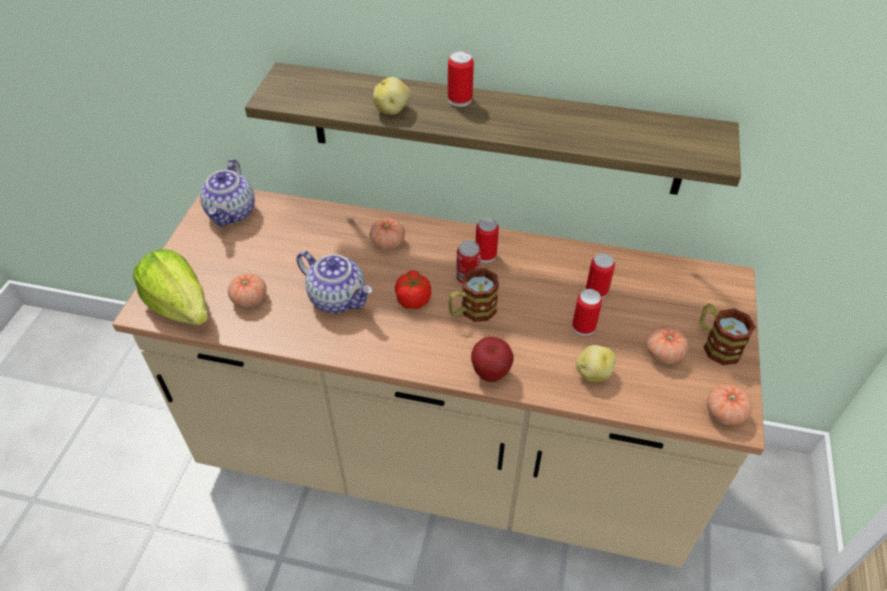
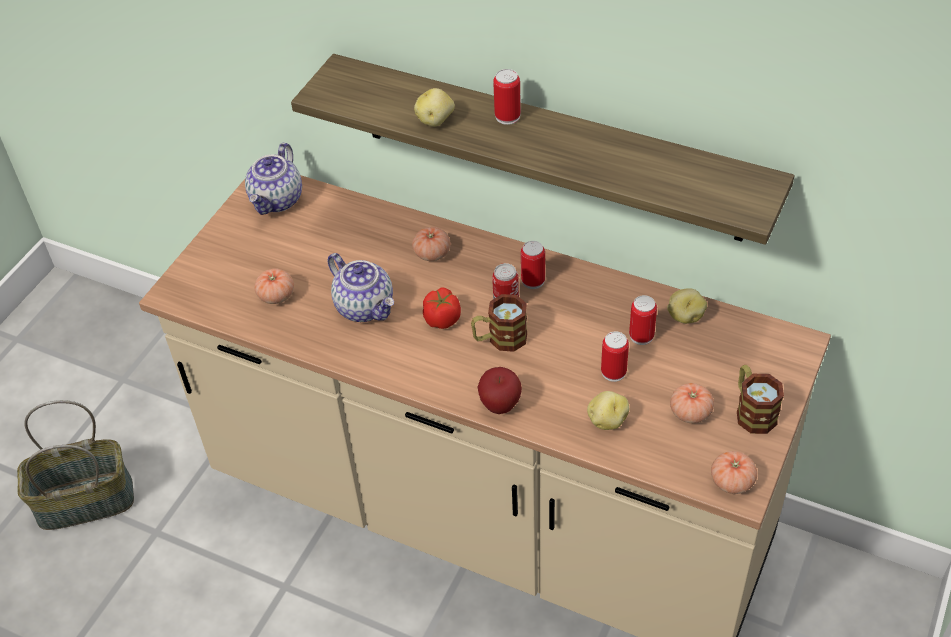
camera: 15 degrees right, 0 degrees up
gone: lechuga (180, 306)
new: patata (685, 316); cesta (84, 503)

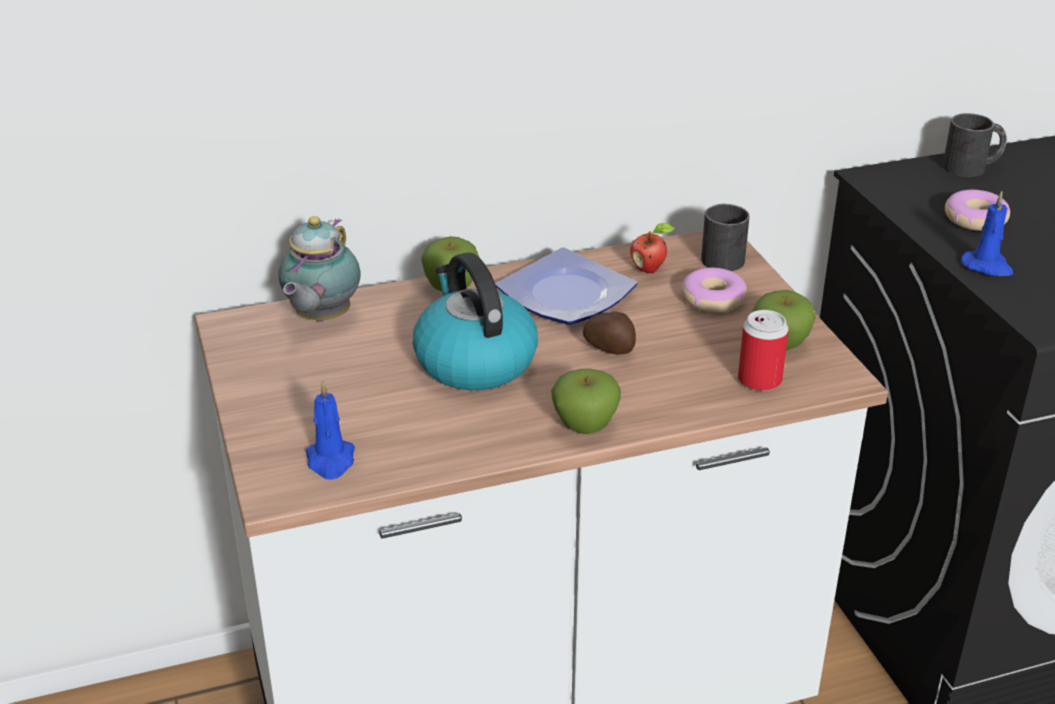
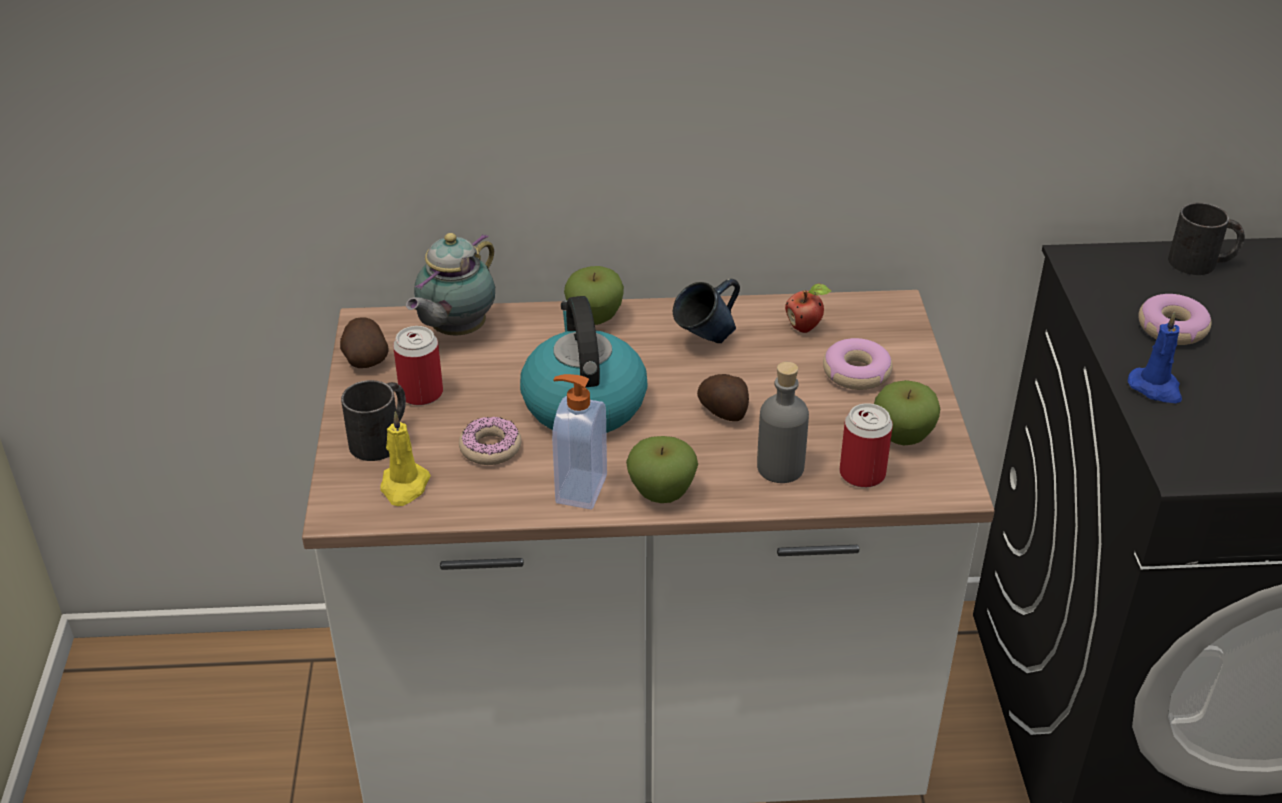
camera: 15 degrees right, 5 degrees up
new: patata (365, 359); lata (421, 393); botella [gris] (780, 467); dispensador de jabón (579, 489); rosquilla (490, 448)
shifted: taza grande [negro] (725, 255) to (382, 438)
swapped: plato (565, 293) to taza grande [azul] (706, 342)
repainted: vela [azul] (331, 461) to vela [amarillo] (404, 486)

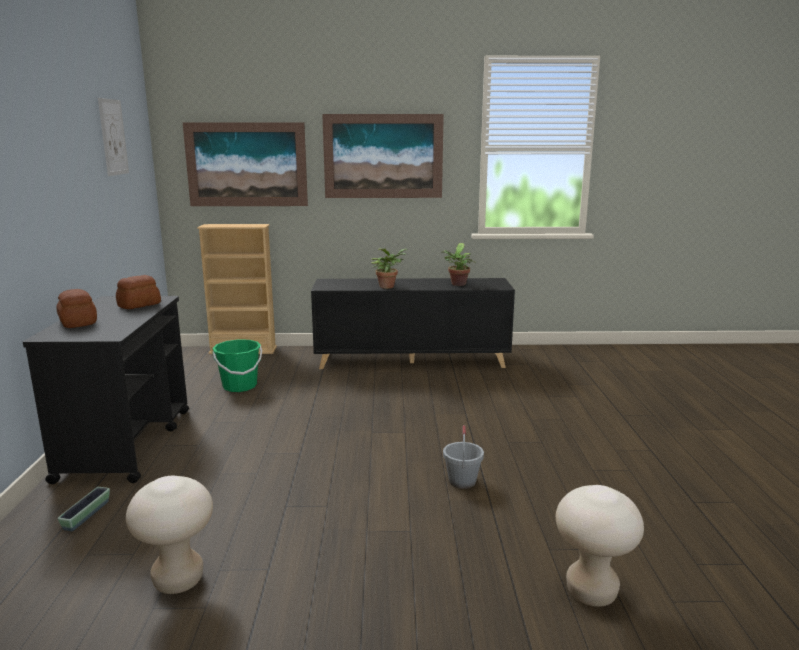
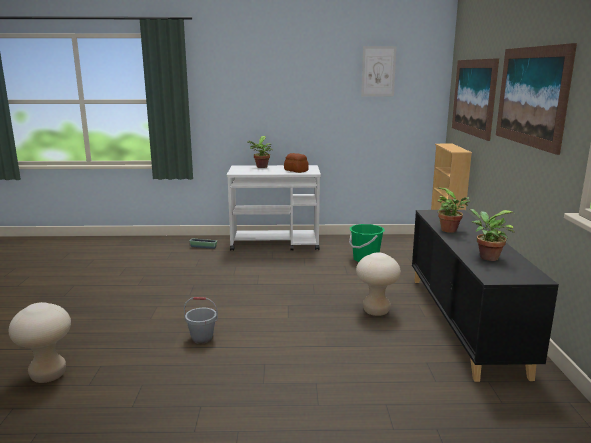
camera: 90 degrees right, 0 degrees up
shifted: taburete [beis] (178, 581) to (376, 311)
swapped: pan (77, 322) to planta en maceta (261, 167)
repainted: carrito [negro] (127, 443) to carrito [blanco] (275, 243)

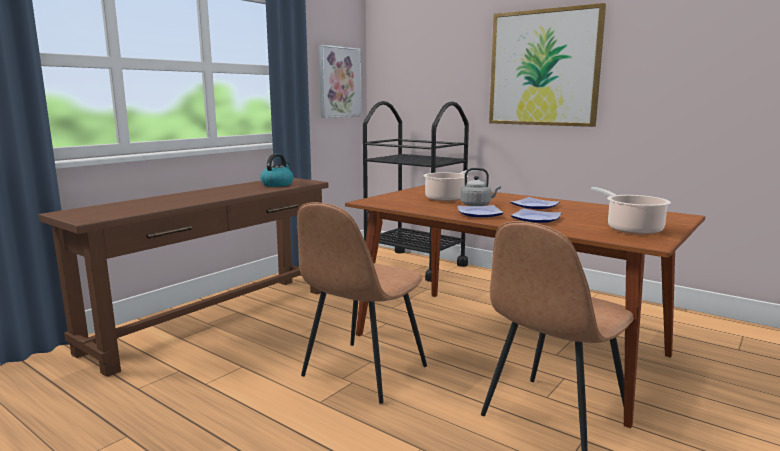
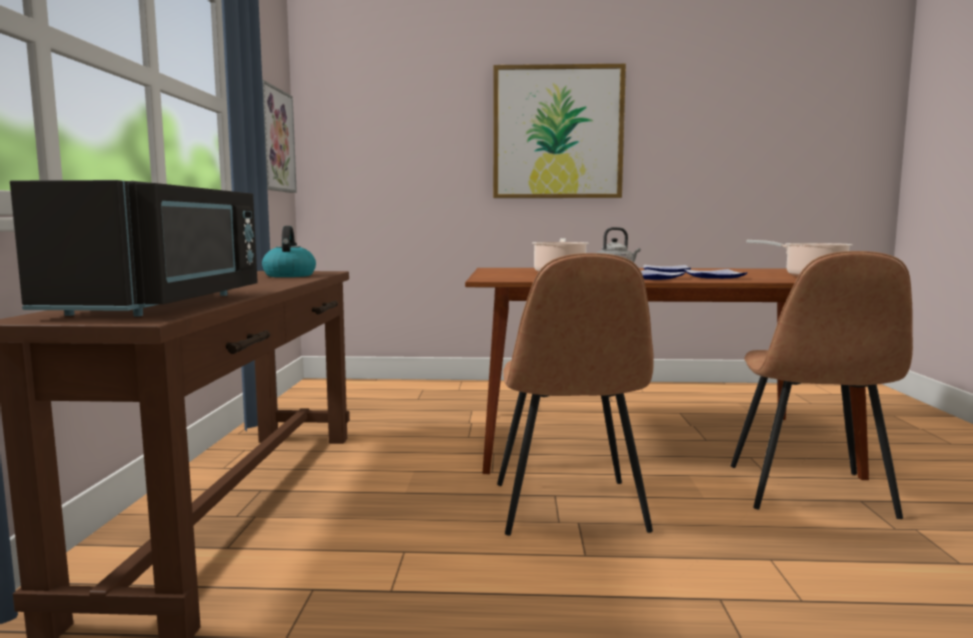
camera: 35 degrees left, 5 degrees down
gone: carrito [negro] (414, 265)
new: microondas [negro] (165, 304)

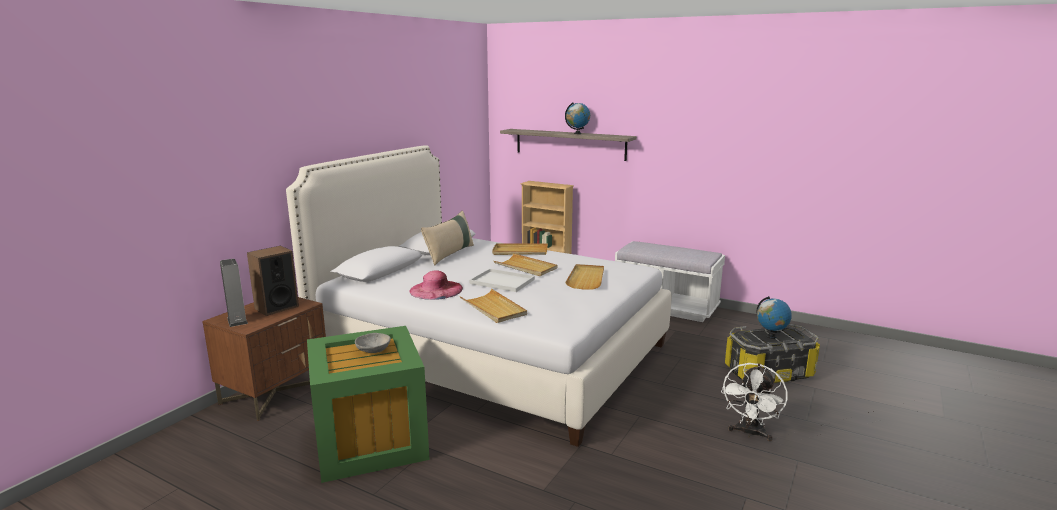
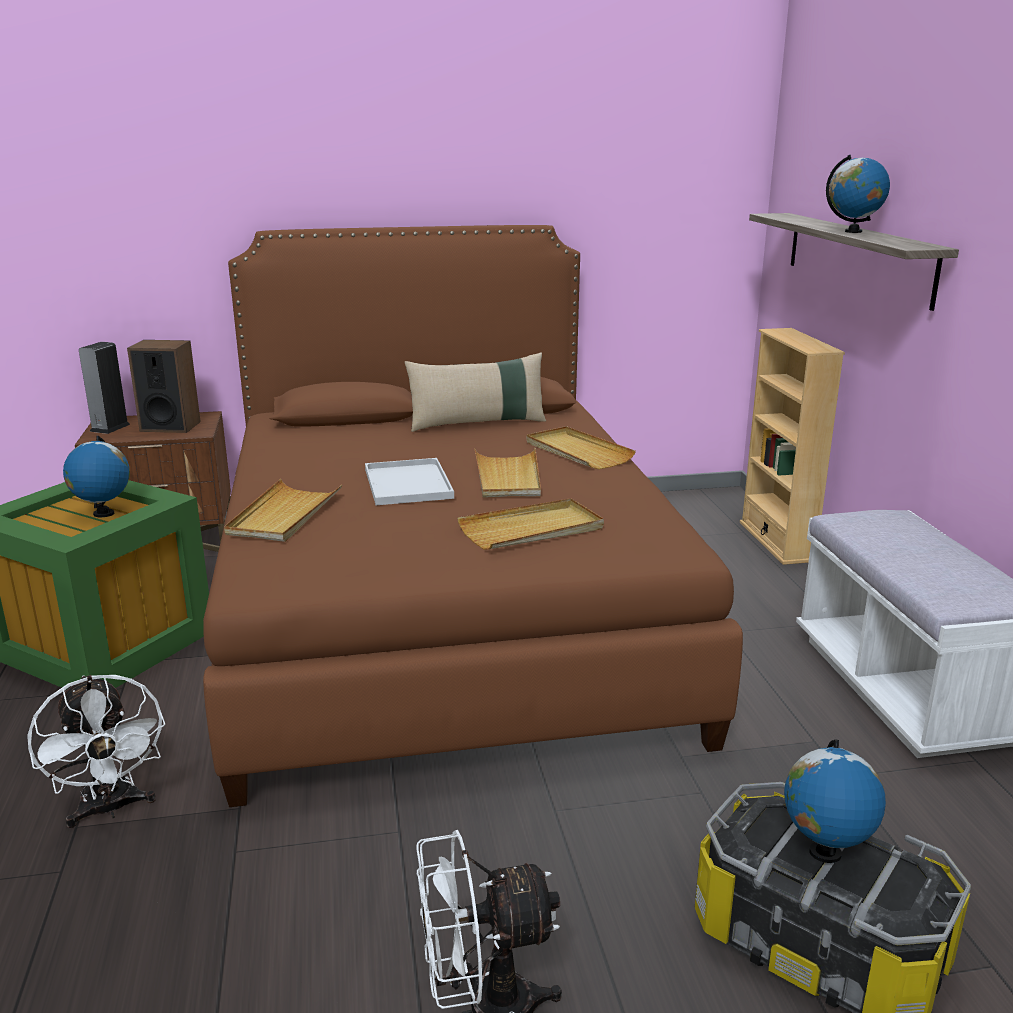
camera: 50 degrees right, 5 degrees up
gone: sombrero [rosa] (436, 289)
new: ventilador [blanco] (111, 809)
swapped: cuenco [gris] (373, 351) to globo terráqueo (103, 514)
repainted: cama [blanco] (490, 352) to cama [marrón] (442, 611)

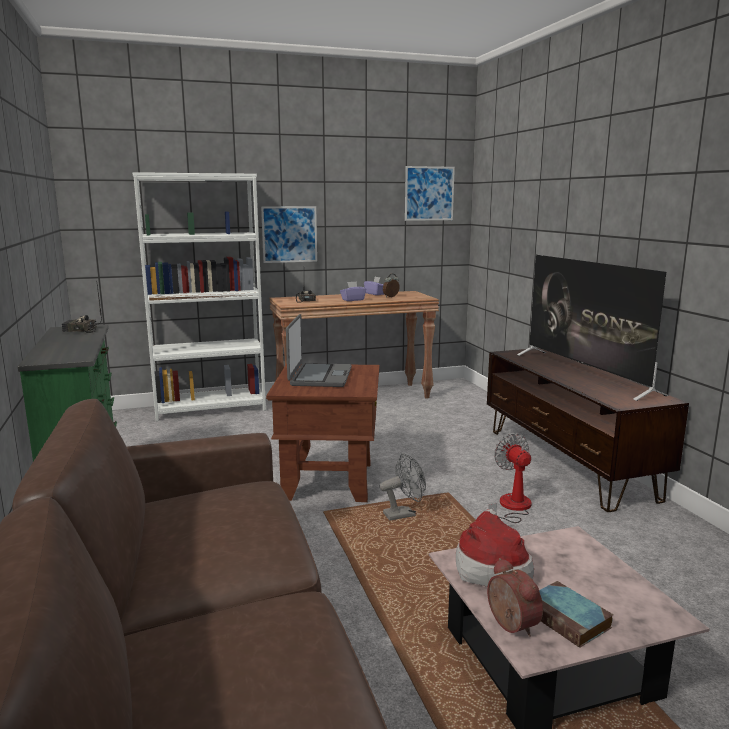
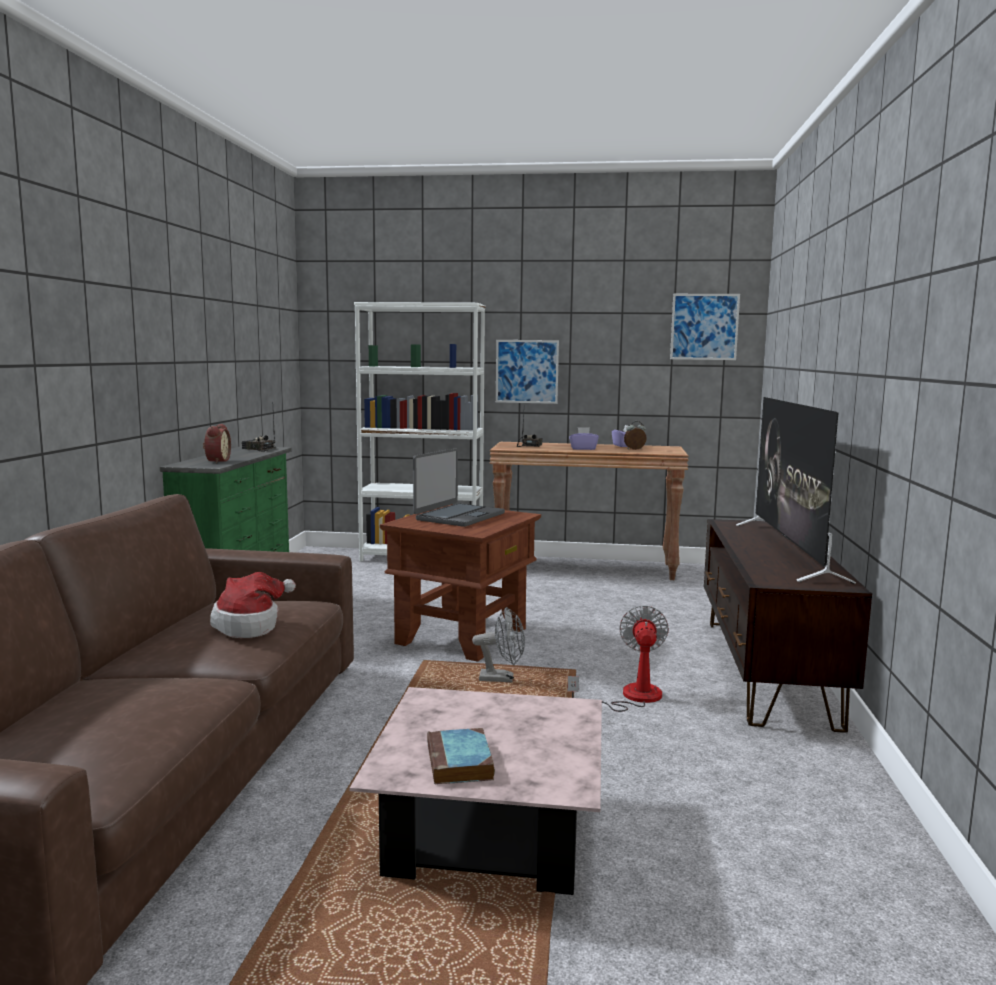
camera: 25 degrees right, 5 degrees down
shifted: sombrero (491, 568) to (251, 625); despertador (509, 625) to (216, 461)

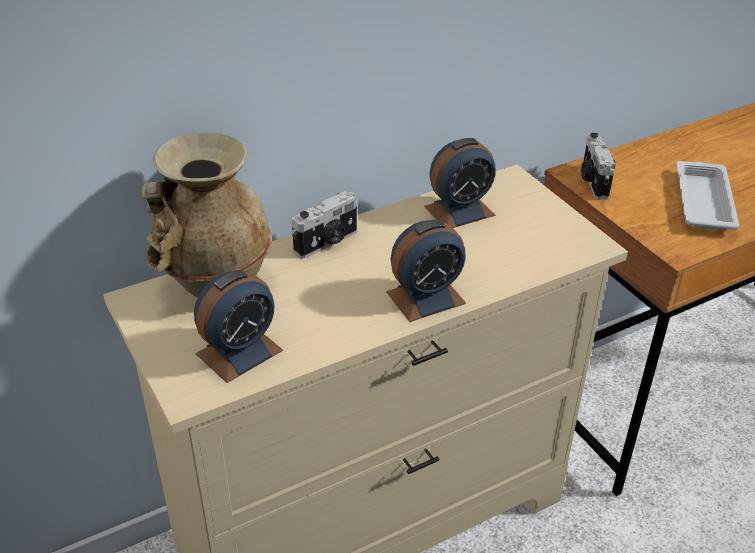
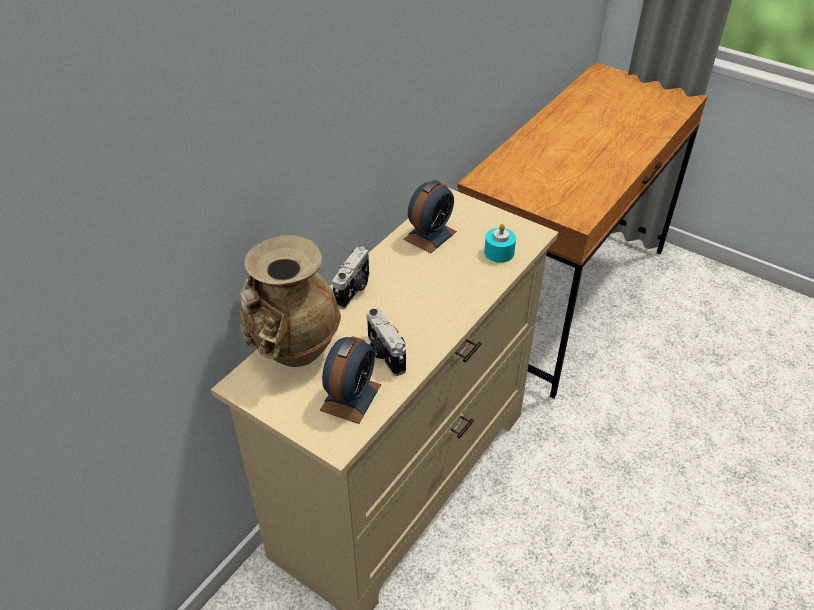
camera: 25 degrees left, 5 degrees up
gone: bandeja [blanco] (703, 201); despertador (425, 297)
new: vela [turquesa] (499, 252)
shifted: cámara (593, 182) to (384, 354)

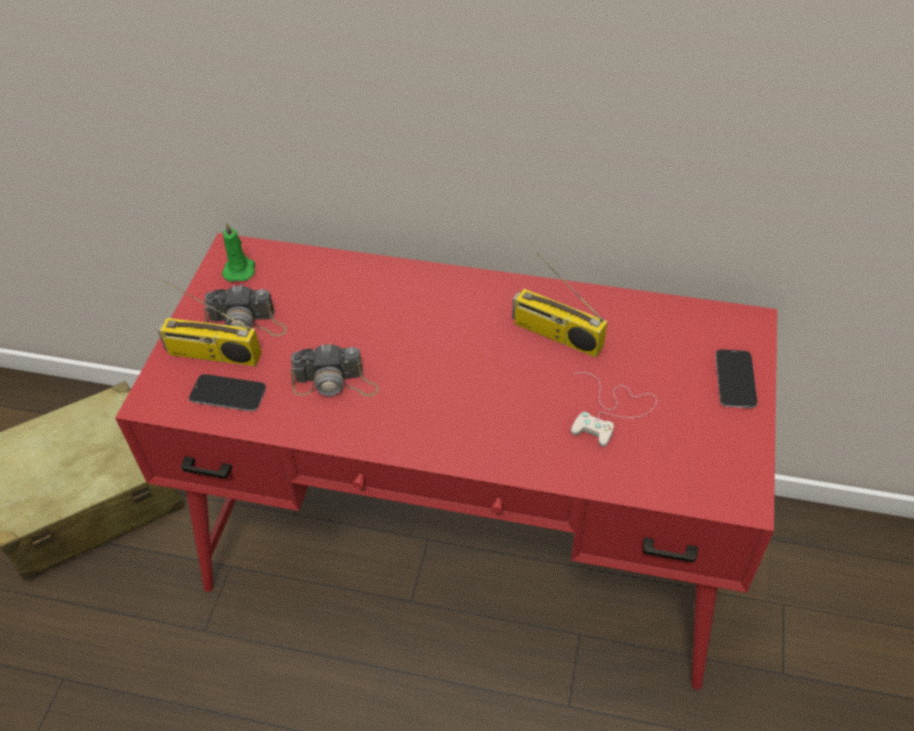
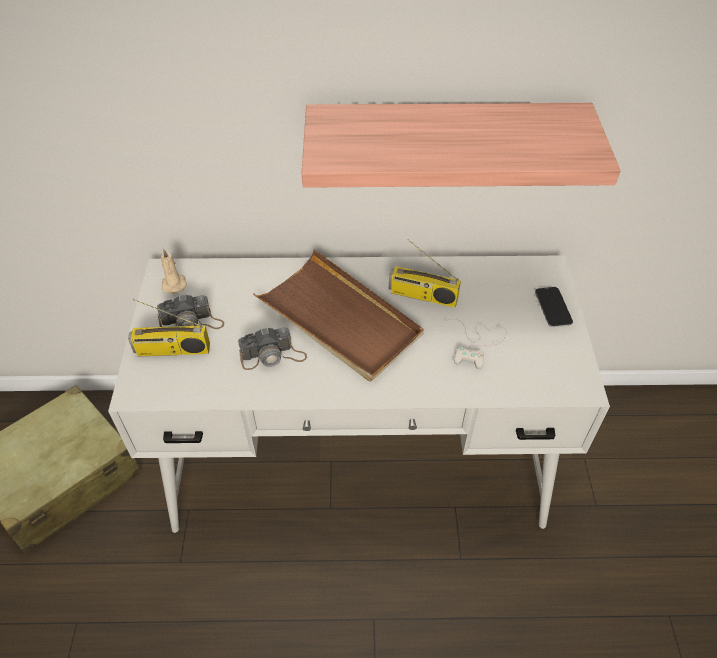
camera: 15 degrees left, 0 degrees up
gone: móvil (228, 394)
new: estante (445, 142); bandeja [marrón] (339, 319)
repainted: vela [verde] (240, 269) to vela [beis] (174, 283); escritorio [rojo] (466, 543) to escritorio [blanco] (359, 459)

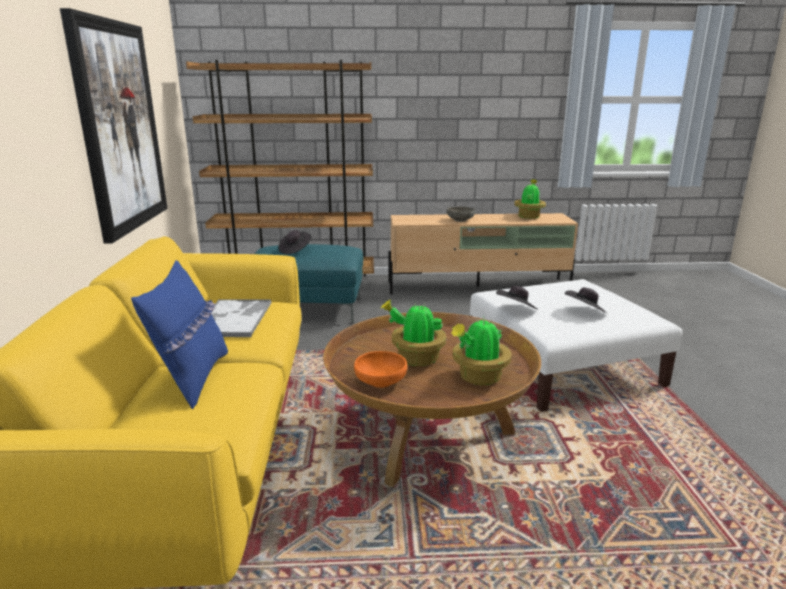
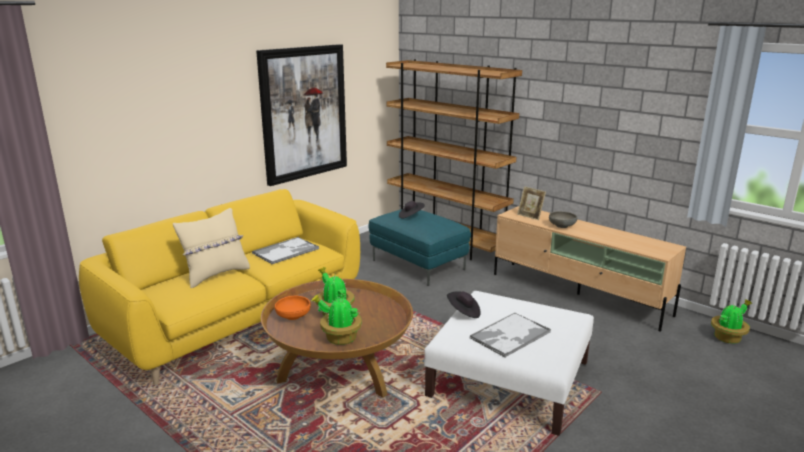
camera: 45 degrees right, 0 degrees up
new: portarretratos (530, 216)
shifted: planta en maceta (529, 216) to (728, 338)
swapped: sombrero [negro] (585, 312) to bandeja (509, 335)
repainted: cojín [azul] (193, 378) to cojín [beis] (216, 275)

